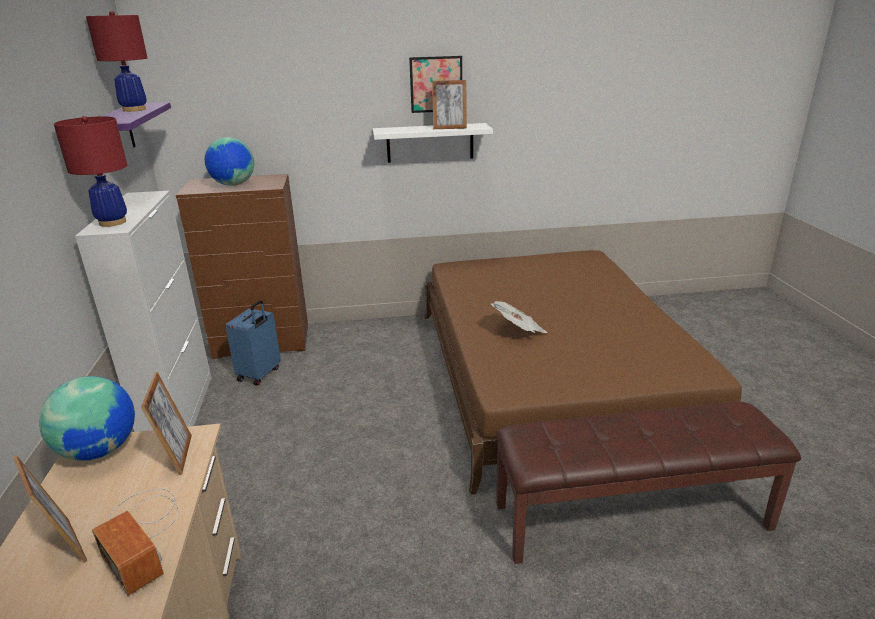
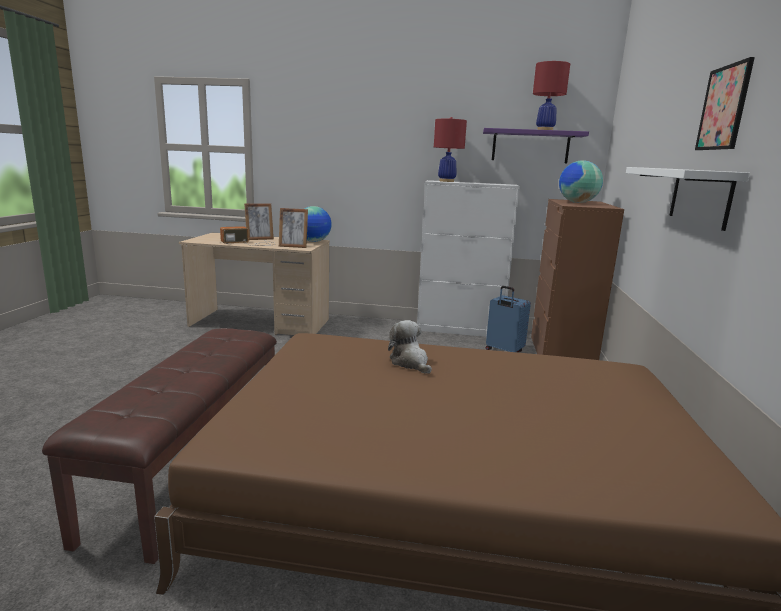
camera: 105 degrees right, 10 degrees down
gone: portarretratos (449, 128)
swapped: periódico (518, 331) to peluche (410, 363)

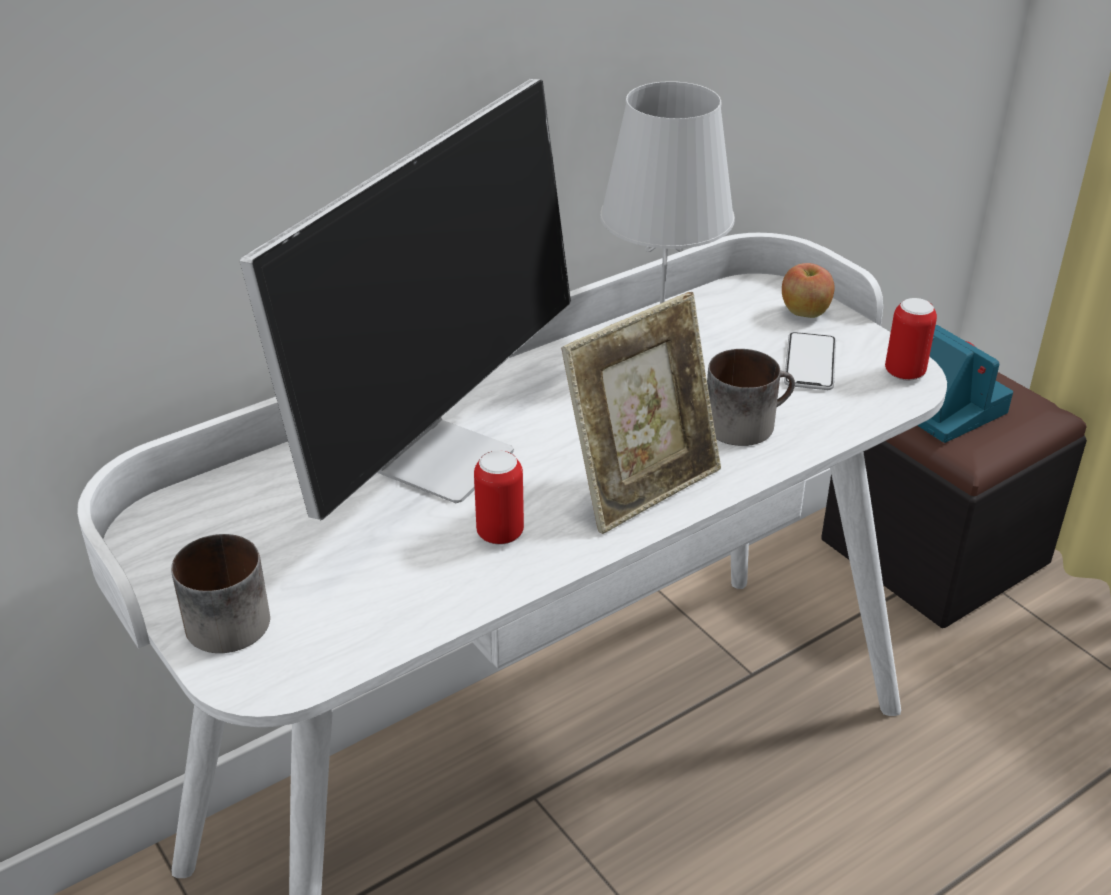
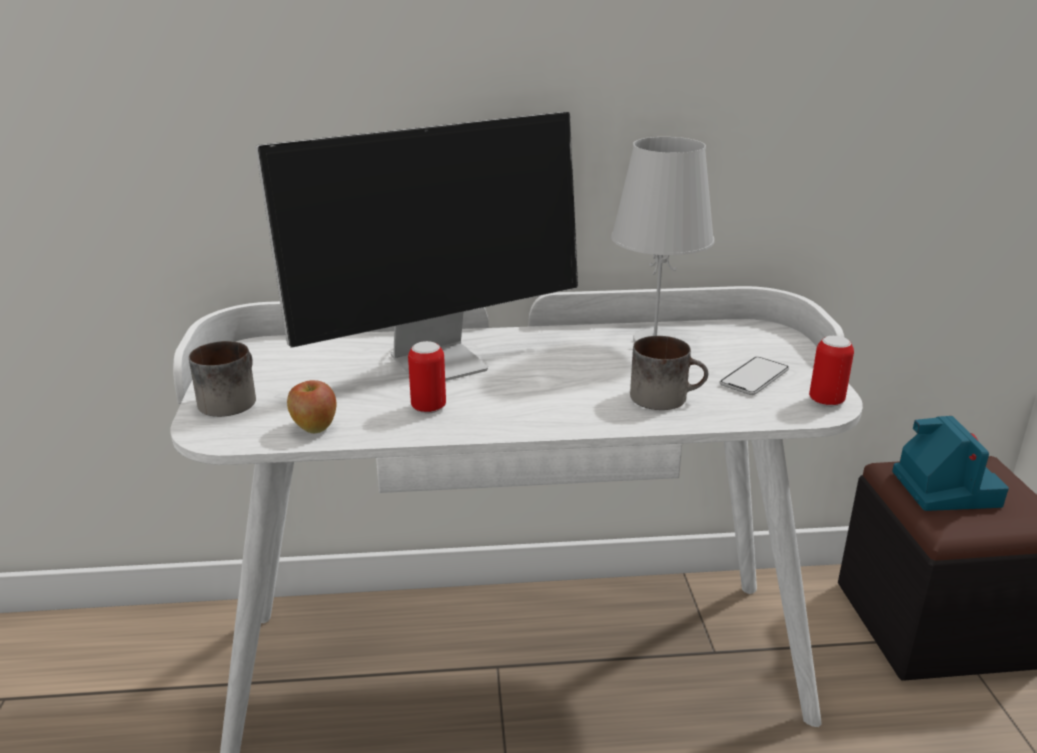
camera: 30 degrees right, 10 degrees down
gone: portarretratos (642, 486)
shifted: manzana (804, 313) to (314, 428)

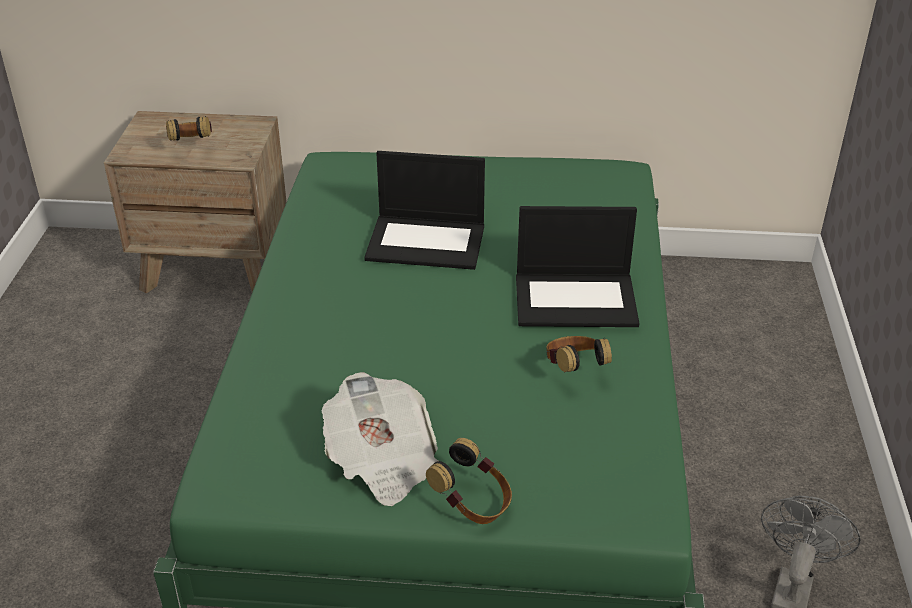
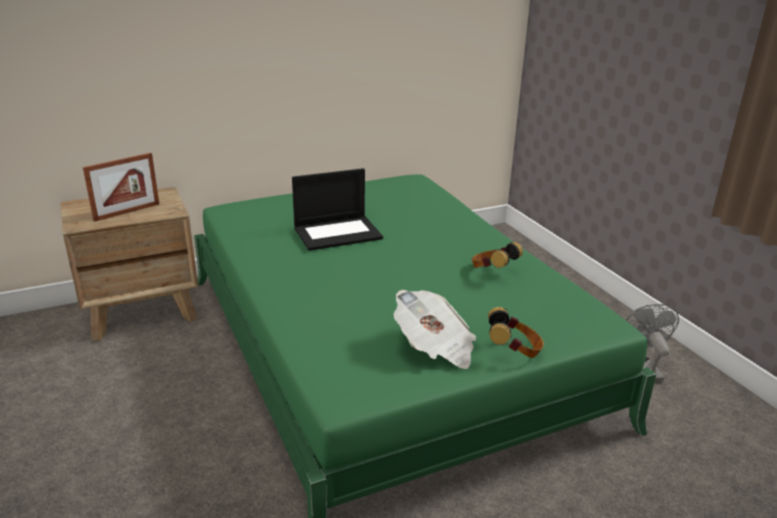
camera: 30 degrees left, 10 degrees down
gone: portátil (576, 299)
swapped: auriculares (191, 146) to portarretratos (127, 212)

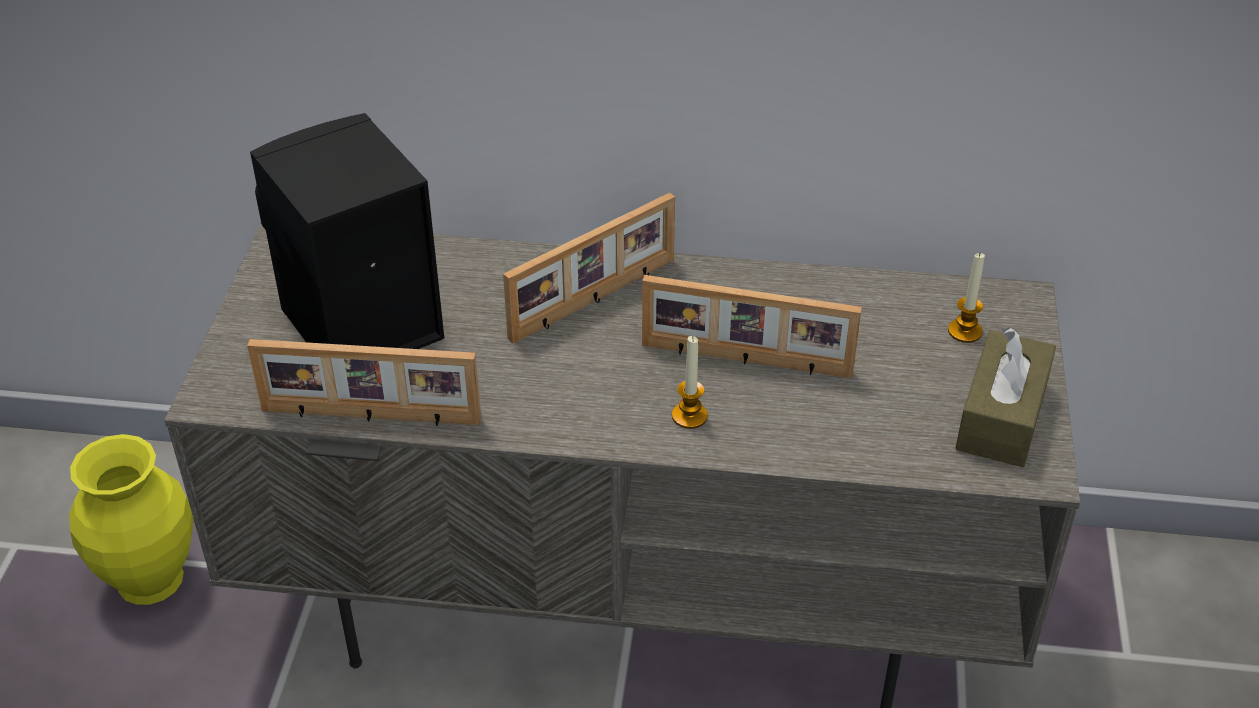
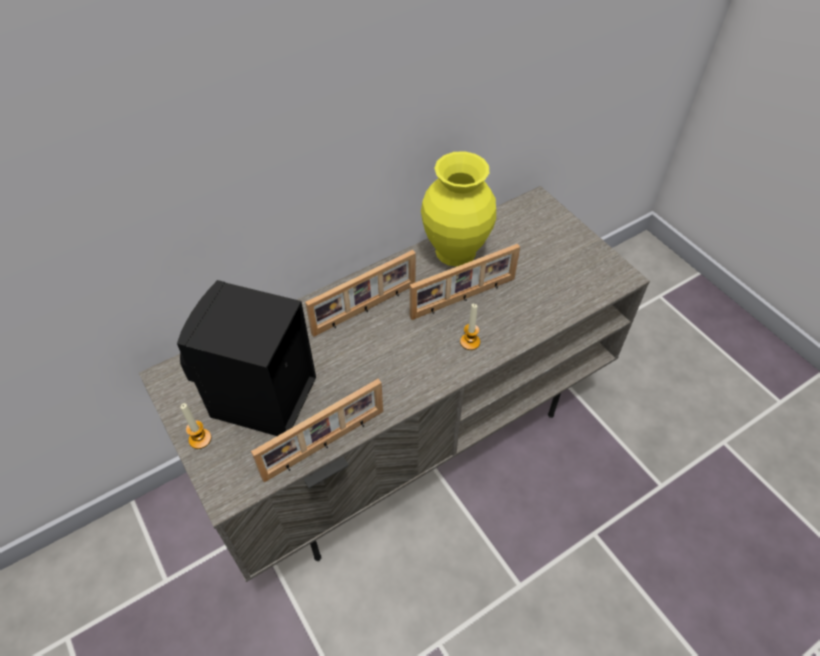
camera: 40 degrees left, 10 degrees up
gone: caja de pañuelos [marrón] (1001, 417)
shifted: vela (965, 331) to (200, 439); florero [amarillo] (152, 577) to (455, 250)
rotated: portarretratos (595, 300) = (365, 310) 45 degrees clockwise

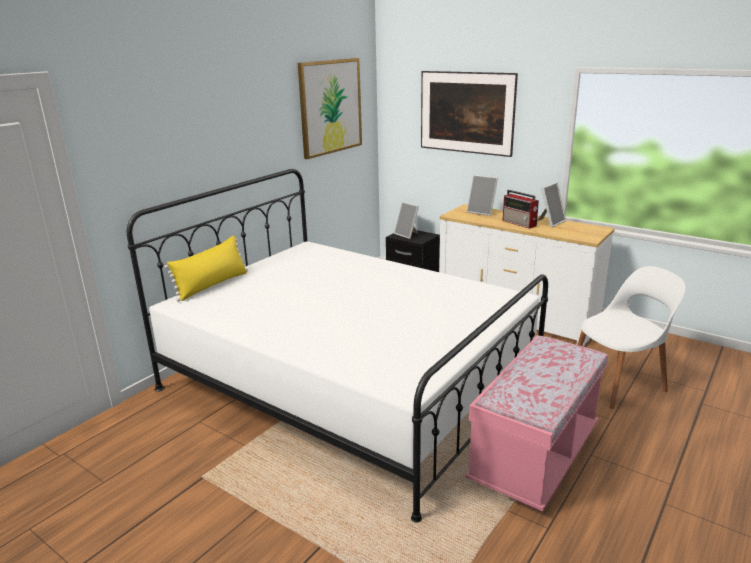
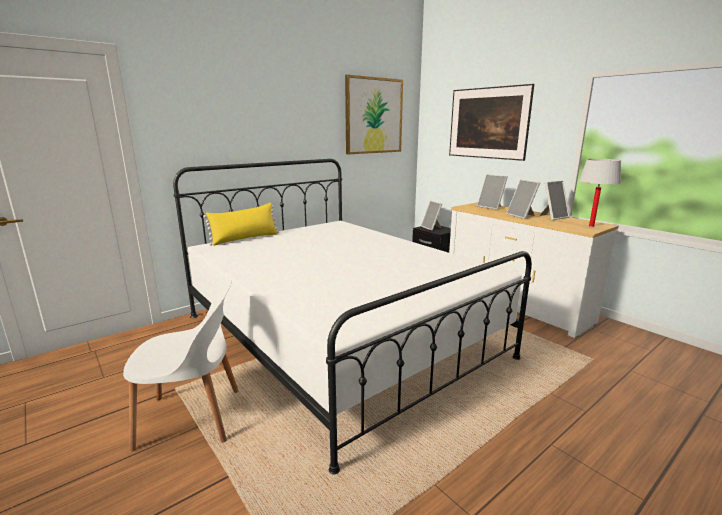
camera: 15 degrees right, 5 degrees down
gone: banco [rosa] (534, 456)
new: lámpara de mesa [blanco] (591, 226)
shifted: silla [blanco] (618, 383) to (193, 418)
swapped: radio (519, 223) to portarretratos (522, 216)

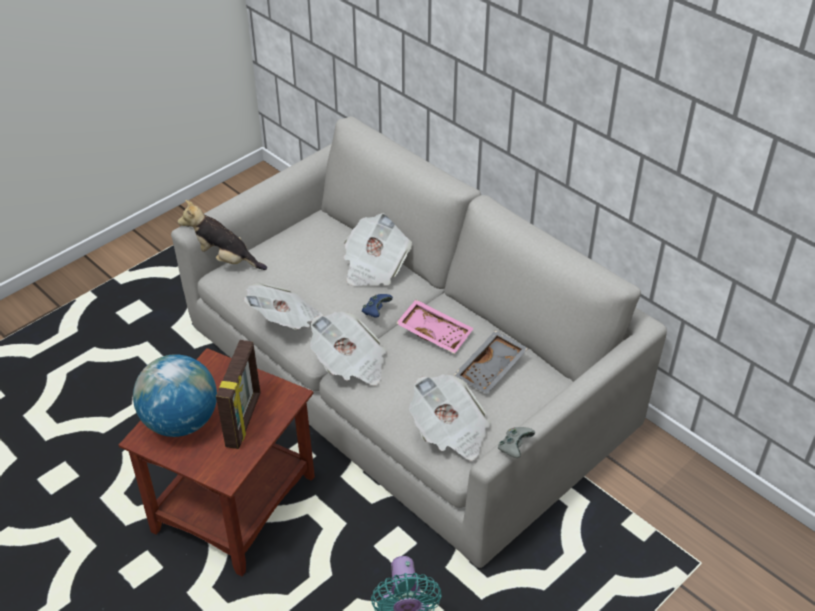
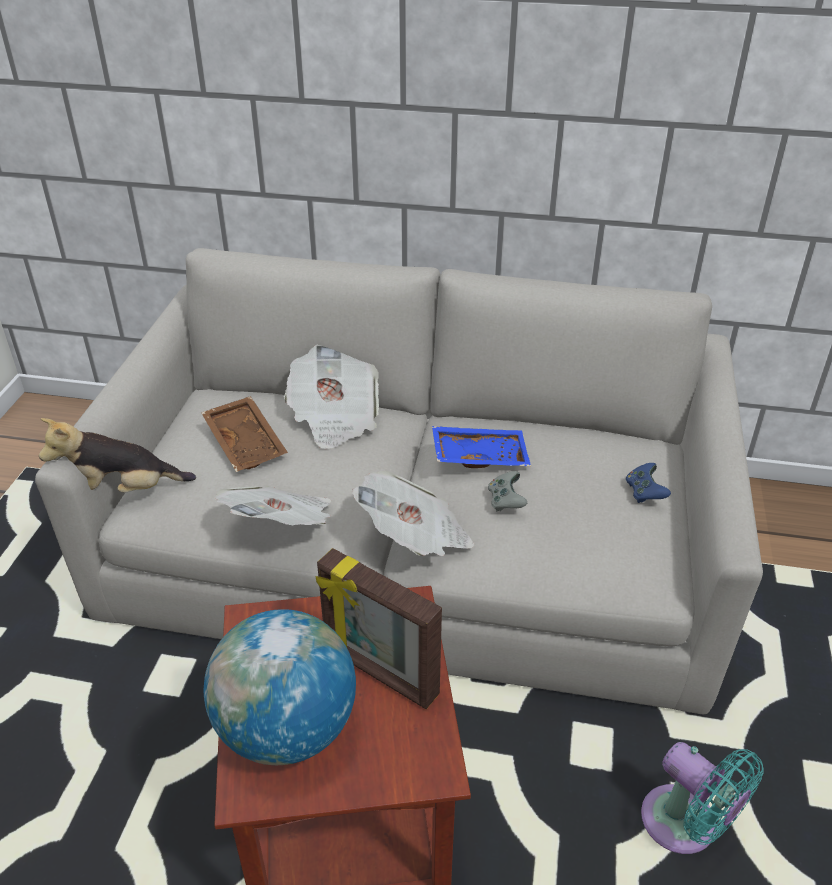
camera: 35 degrees left, 5 degrees down
gone: bandeja [gris] (491, 369); periódico (450, 431)
new: bandeja [marrón] (247, 442)
shifted: mando de consola [azul] (376, 311) to (644, 492); mando de consola [gris] (514, 447) to (505, 501)
repainted: bandeja [rosa] (435, 332) to bandeja [azul] (479, 455)
rotated: portarretratos (244, 420) = (379, 673) 150 degrees clockwise

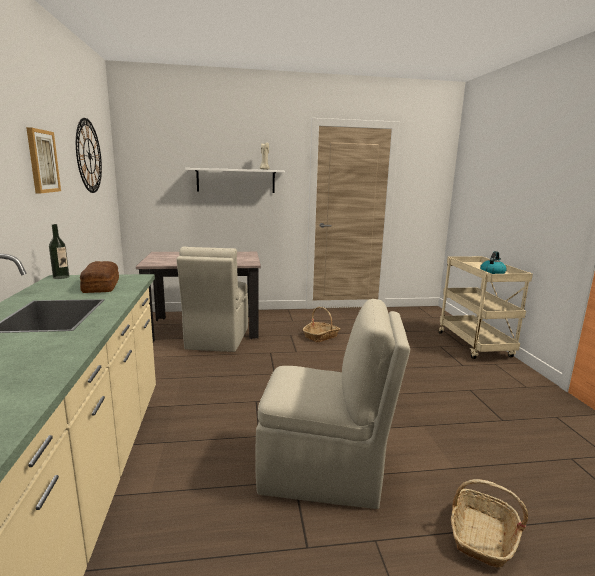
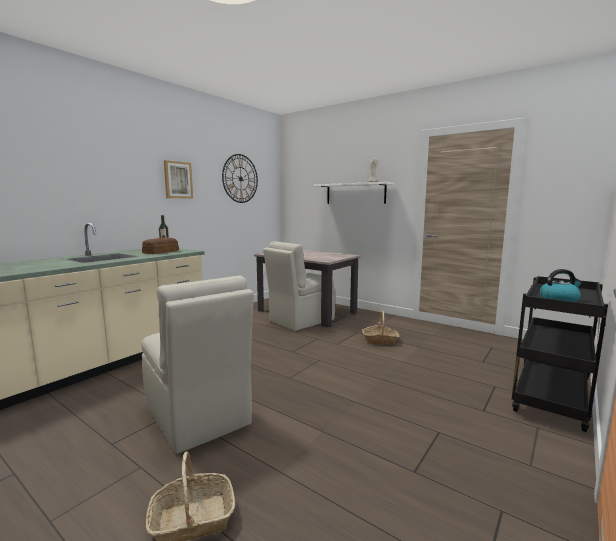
camera: 45 degrees right, 5 degrees down
repainted: carrito [beis] (475, 345) to carrito [negro] (551, 402)

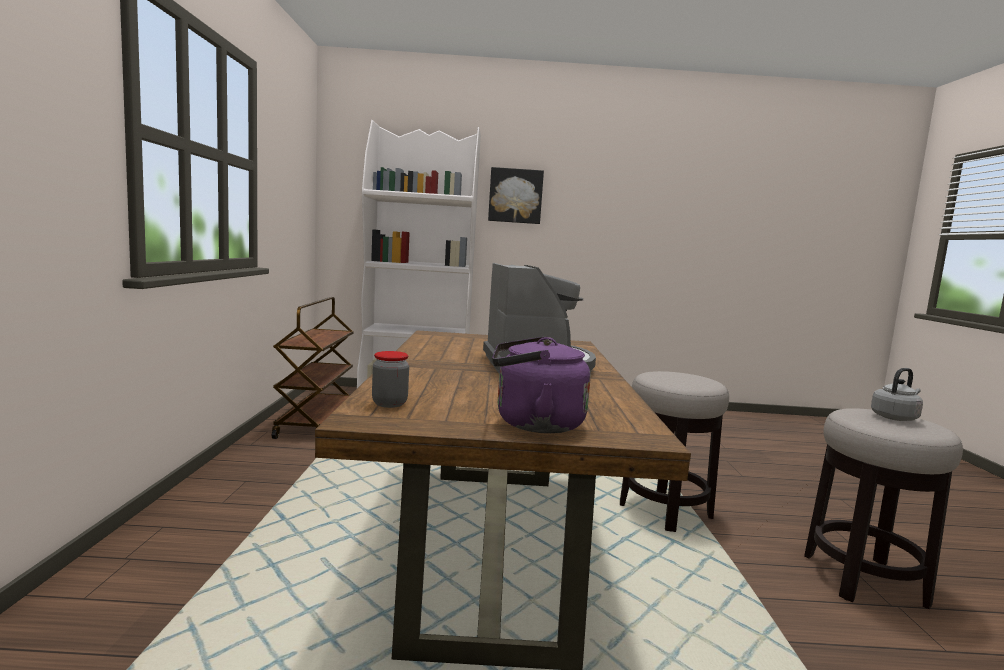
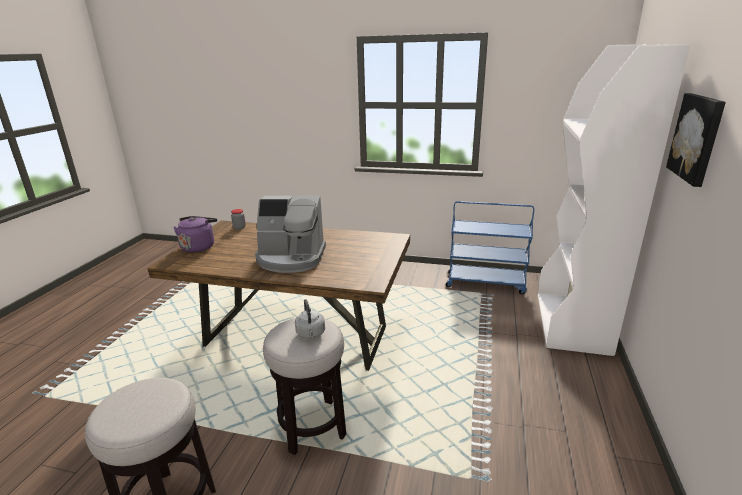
camera: 105 degrees right, 15 degrees up
shifted: hervidor [gris] (895, 417) to (311, 334)
repainted: carrito [marrón] (315, 422) to carrito [azul] (486, 283)

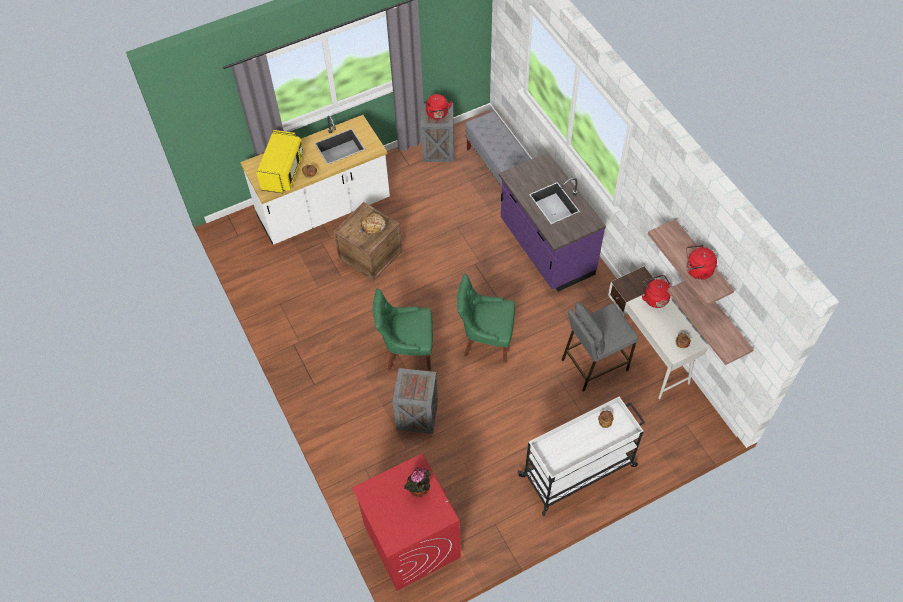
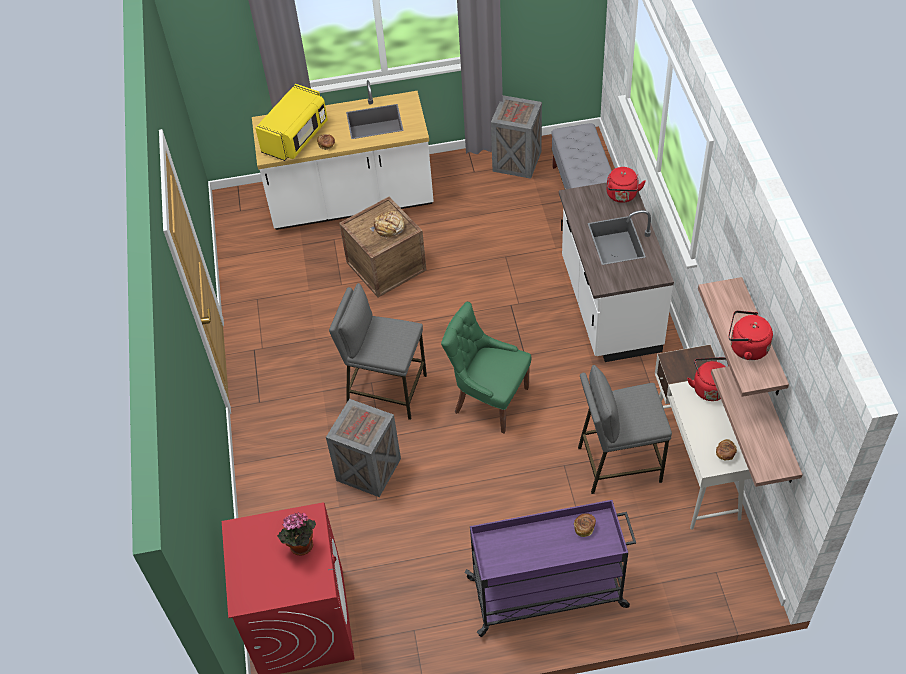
camera: 20 degrees right, 5 degrees down
shifted: hervidor [rojo] (437, 114) to (622, 196)
swapped: silla [verde] (407, 351) to taburete [gris] (386, 390)
repainted: mueble bajo de cocina [morado] (545, 248) to mueble bajo de cocina [blanco] (608, 306); carrito [blanco] (579, 470) to carrito [morado] (549, 592)

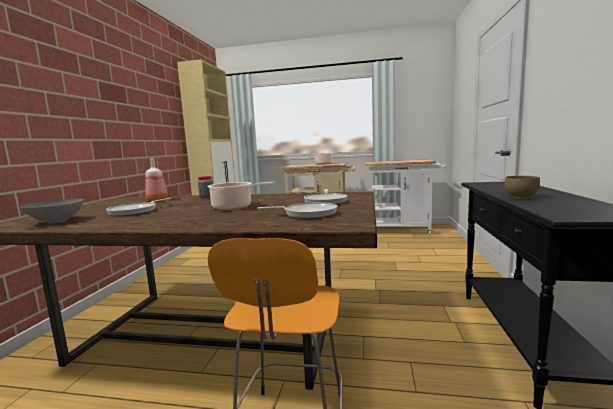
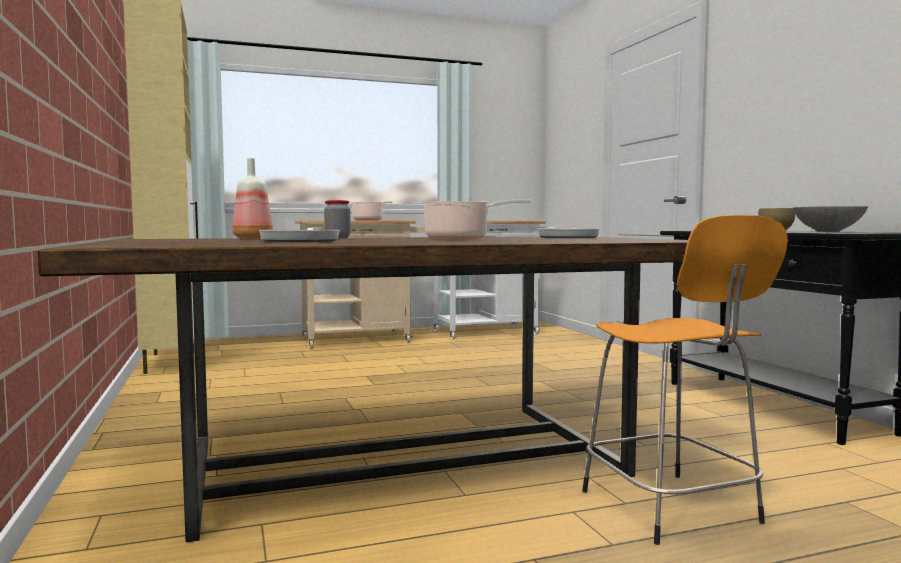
camera: 30 degrees left, 5 degrees down
gone: sartén (307, 214)
shifted: cuenco [gris] (58, 221) to (827, 231)

